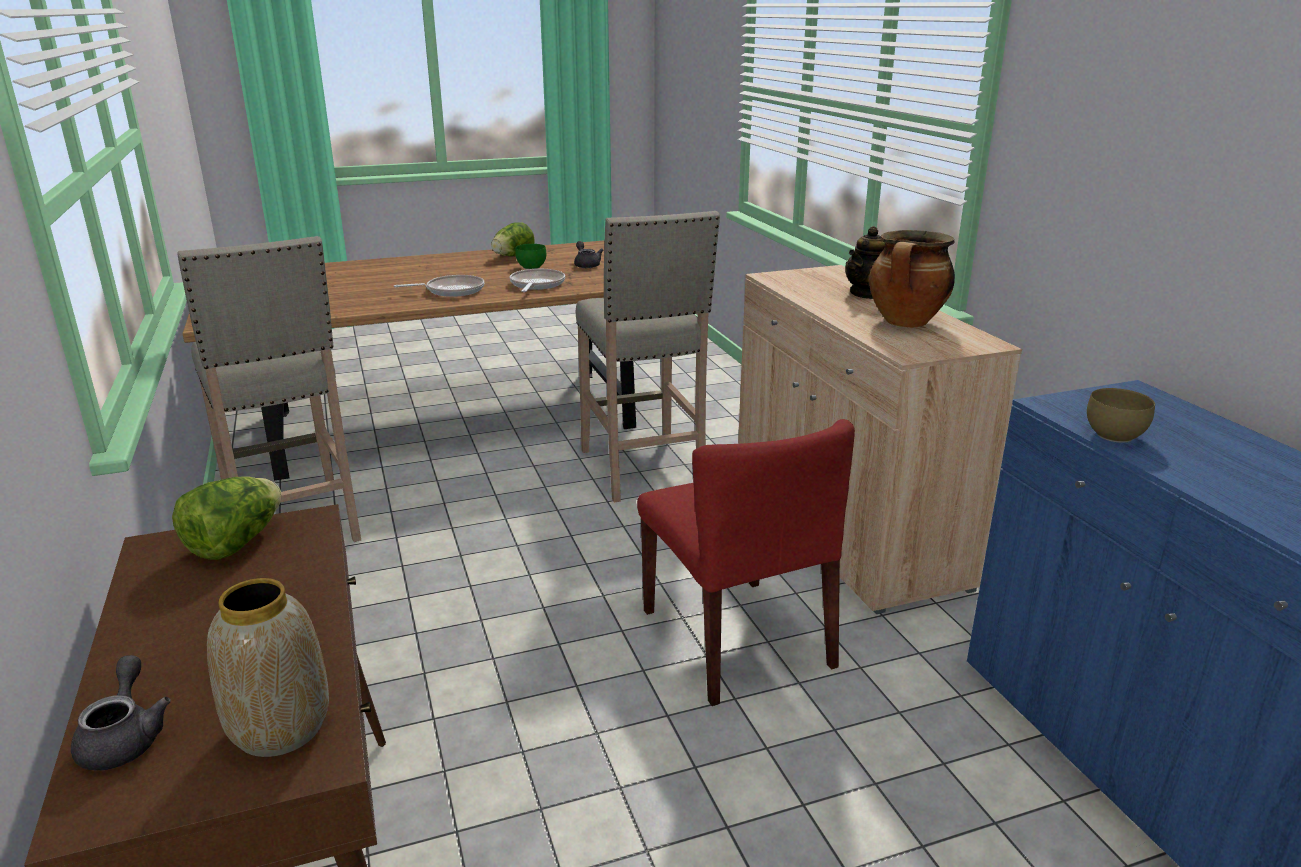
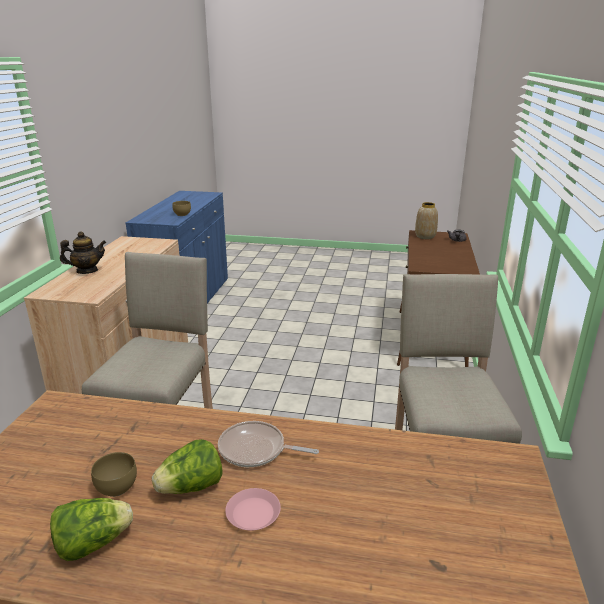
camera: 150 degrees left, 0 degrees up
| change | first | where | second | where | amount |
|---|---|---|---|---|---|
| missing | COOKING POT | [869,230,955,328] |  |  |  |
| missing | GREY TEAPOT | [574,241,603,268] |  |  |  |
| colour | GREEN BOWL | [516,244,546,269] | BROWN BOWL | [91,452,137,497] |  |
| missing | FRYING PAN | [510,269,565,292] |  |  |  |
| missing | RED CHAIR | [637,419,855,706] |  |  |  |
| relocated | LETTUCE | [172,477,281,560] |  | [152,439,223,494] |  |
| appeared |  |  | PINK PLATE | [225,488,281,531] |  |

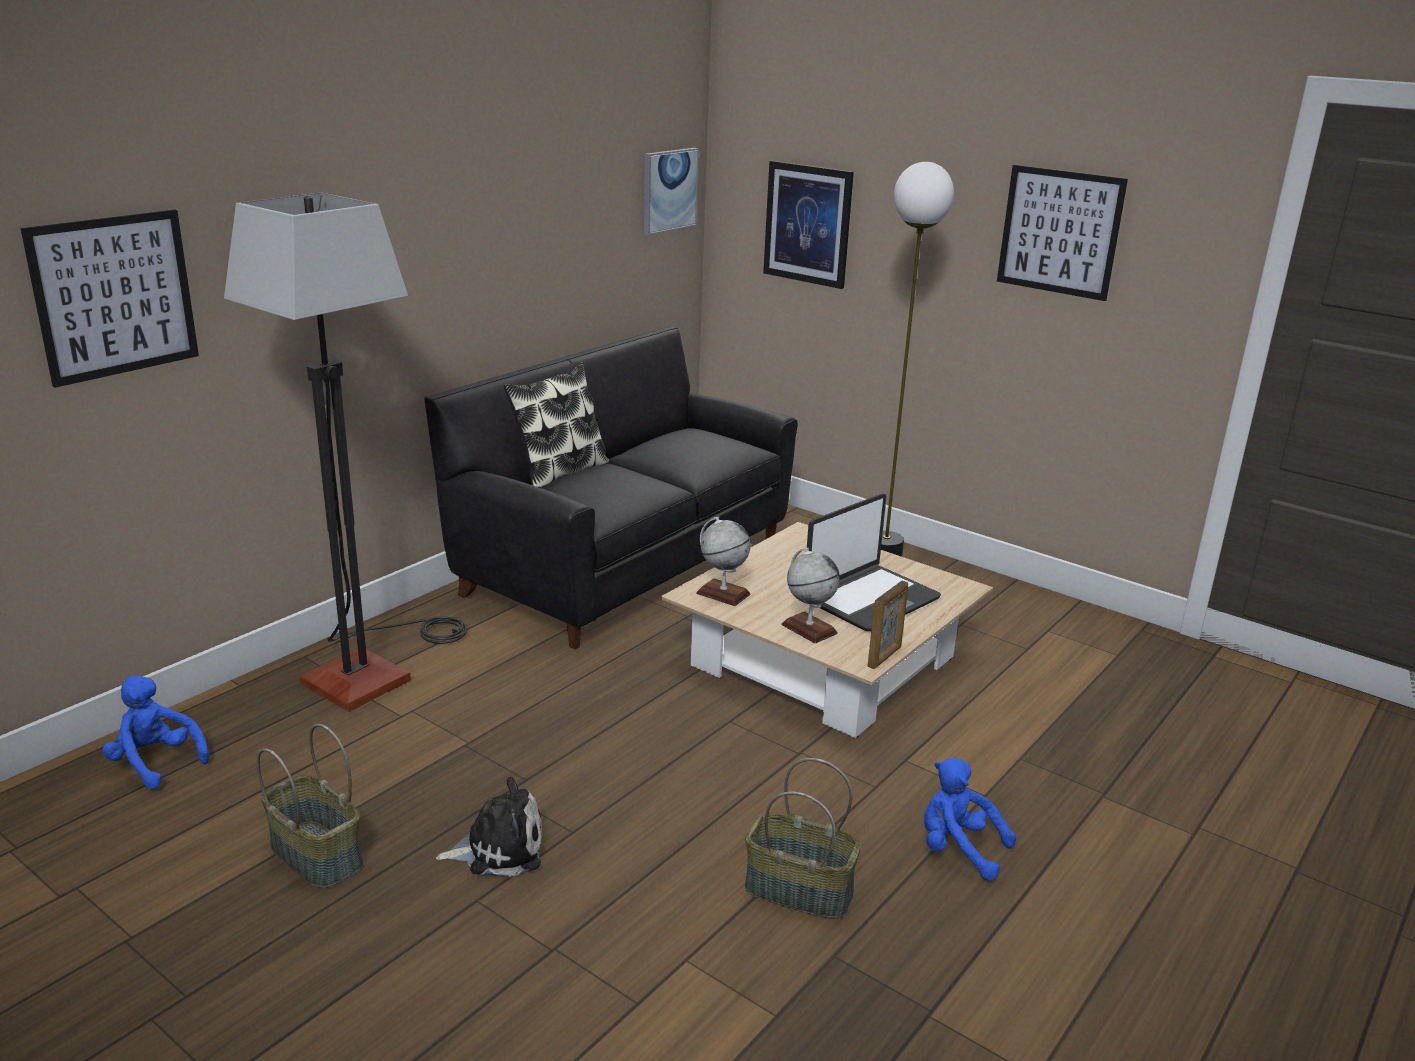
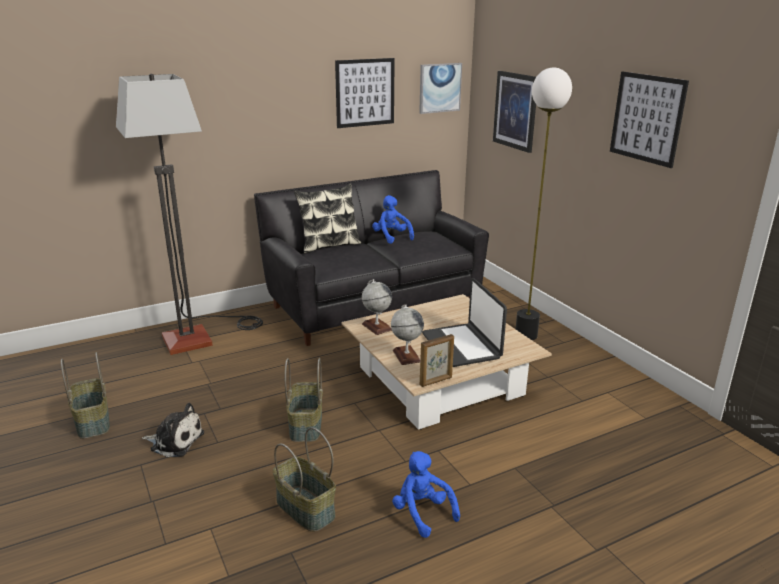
camera: 25 degrees right, 0 degrees up
| change | first | where | second | where | amount |
|---|---|---|---|---|---|
| relocated | PICTURE | [21,210,199,388] |  | [335,58,395,128] |  |
| spun | LAPTOP | [807,494,941,631] |  | [422,278,507,367] | 90 degrees clockwise |
| relocated | BLUE PLUSH TOY | [102,675,209,789] |  | [372,195,414,244] |  |
| appeared |  |  | BASKET | [285,358,323,442] |  |

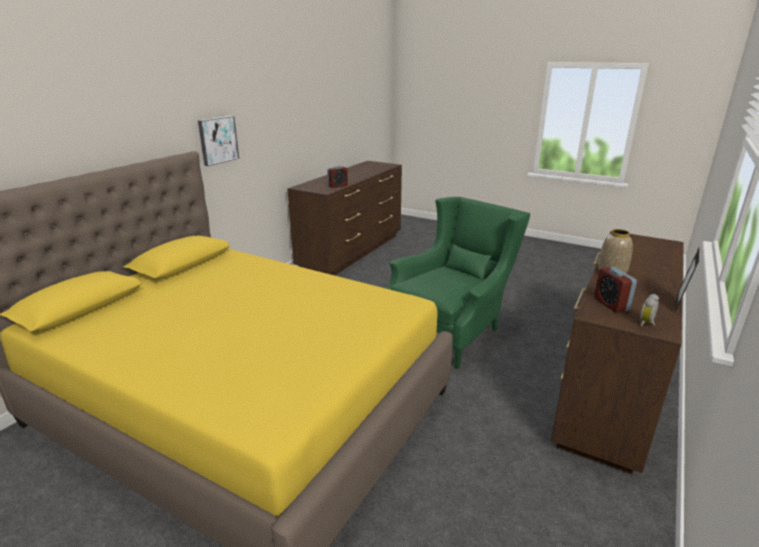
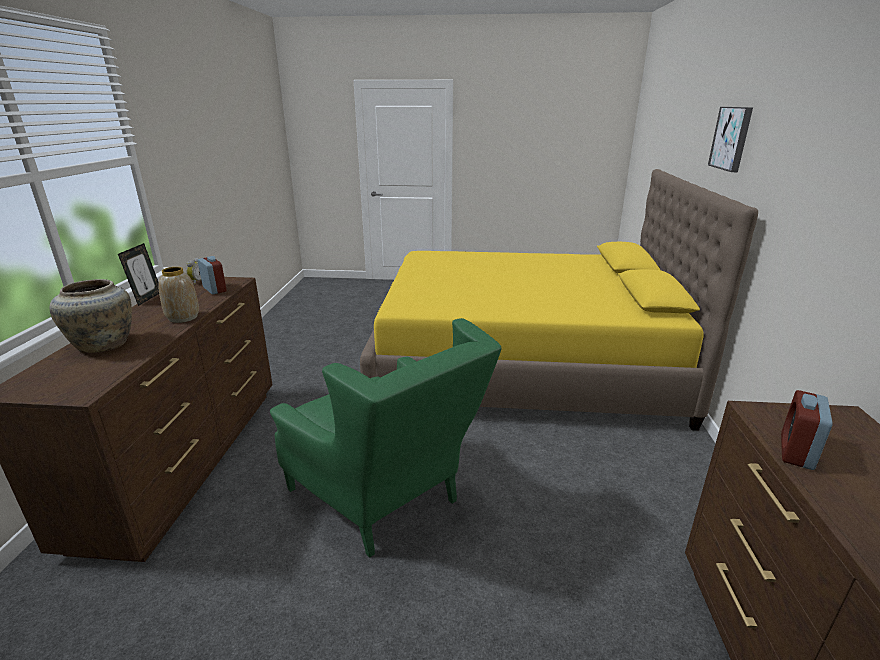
camera: 155 degrees right, 0 degrees up
| change | first | where | second | where | amount |
|---|---|---|---|---|---|
| relocated | PICTURE | [198,116,239,166] |  | [708,107,753,172] |  |
| spun | GREEN ARMCHAIR | [386,197,530,369] |  | [270,318,501,558] | 60 degrees counterclockwise |
| appeared |  |  | BEIGE VASE | [49,279,132,353] |  |

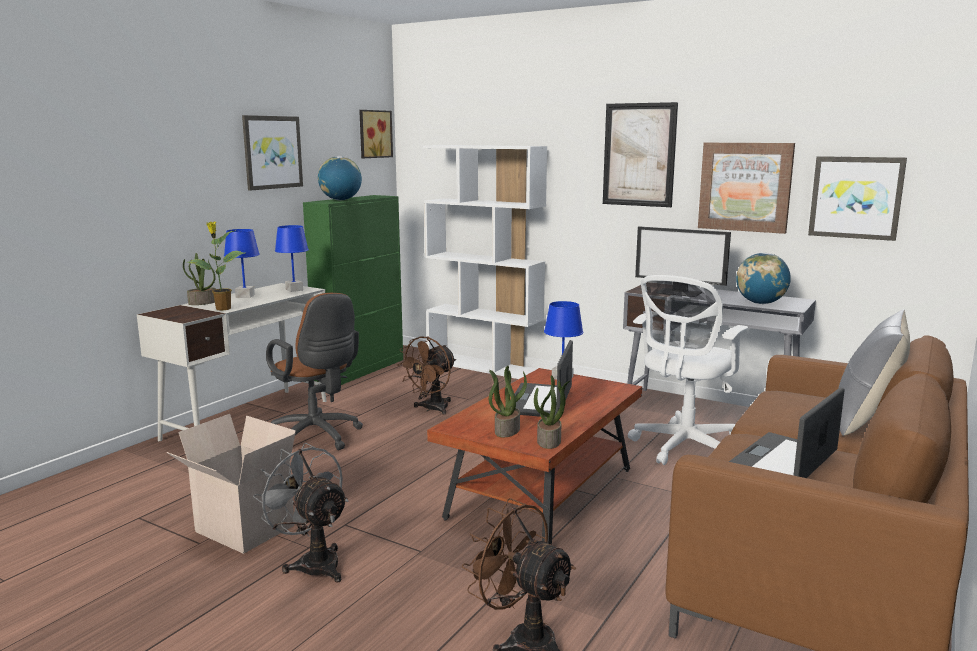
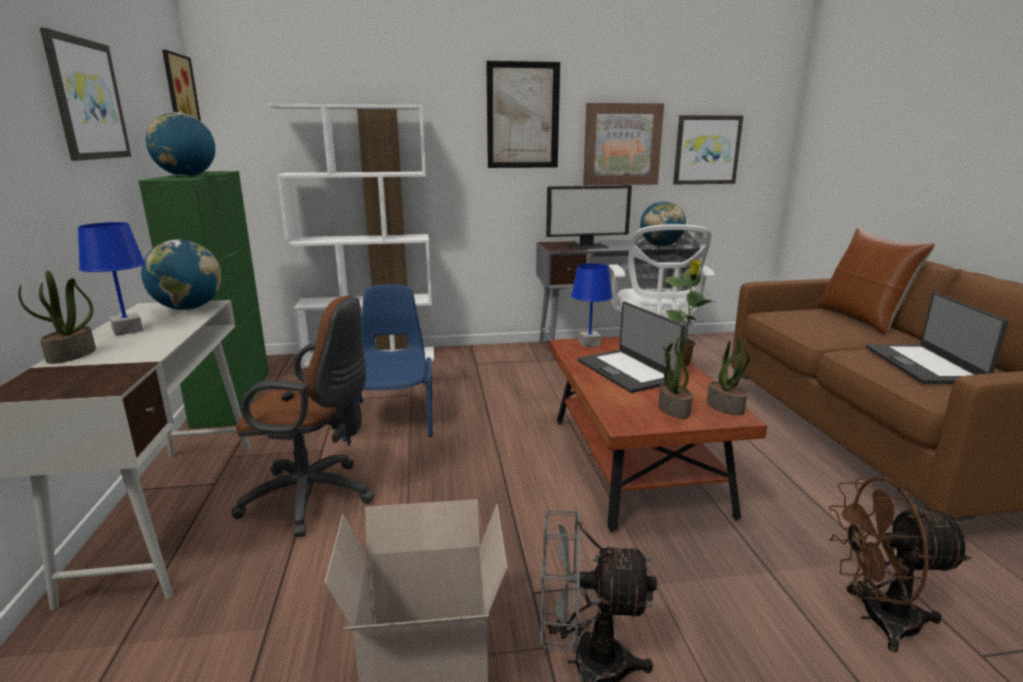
camera: 40 degrees left, 5 degrees up
| change | first | where | second | where | amount |
|---|---|---|---|---|---|
| relocated | POTTED PLANT | [187,222,244,311] |  | [662,259,714,366] |  |
| exchanged | BLUE TABLE LAMP | [275,225,309,292] | GLOBE | [141,239,221,310] |  |
| colour | GREY PILLOW | [839,309,910,436] | BROWN PILLOW | [817,228,935,334] |  |
| exchanged | BROWN FAN | [397,336,456,415] | BLUE CHAIR | [342,284,433,441] |  |

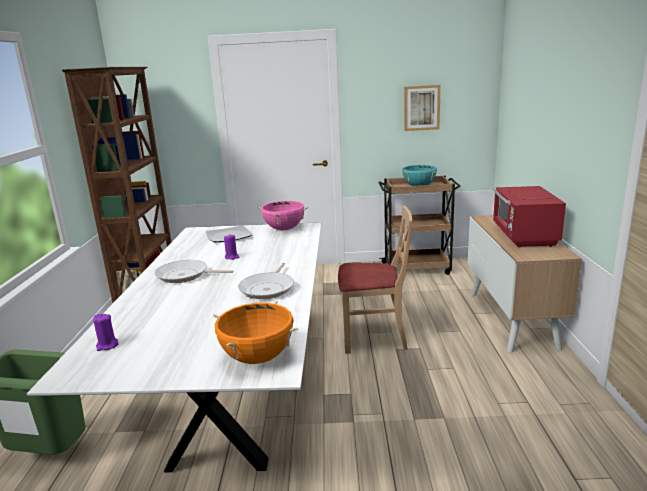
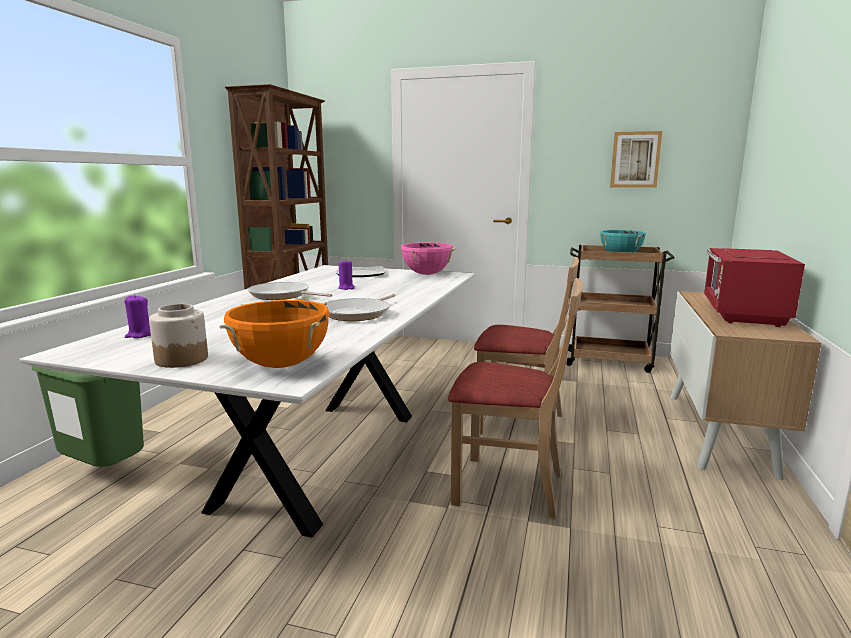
camera: 15 degrees right, 5 degrees down
| change | first | where | second | where | amount |
|---|---|---|---|---|---|
| appeared |  |  | BEIGE CHAIR | [448,278,583,519] |  |
| appeared |  |  | JAR | [149,304,208,368] |  |

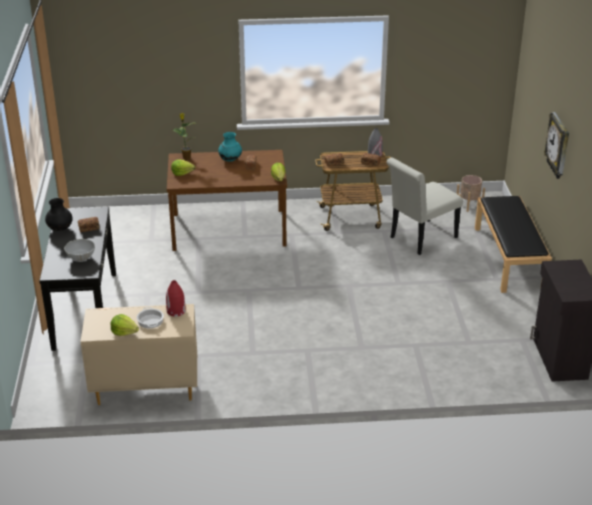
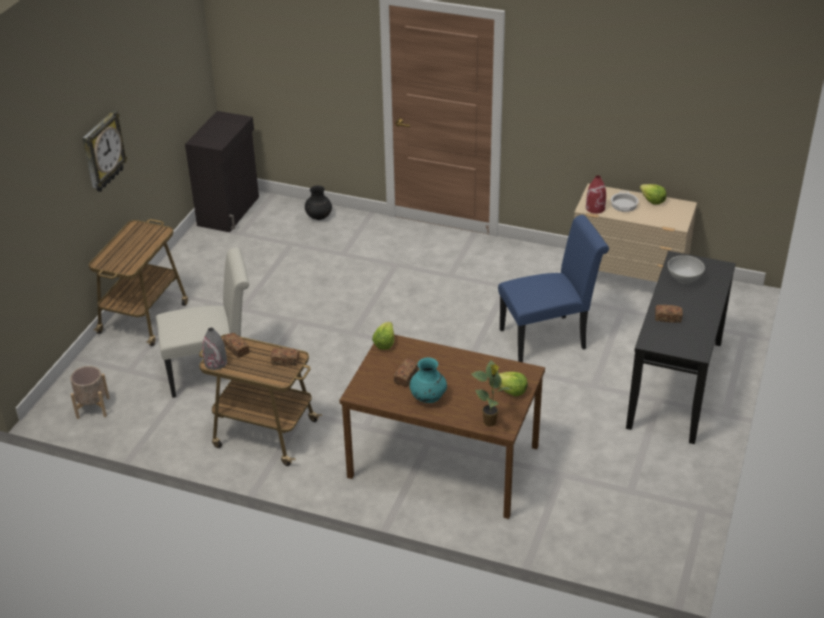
camera: 155 degrees left, 5 degrees up
| change | first | where | second | where | amount |
|---|---|---|---|---|---|
| exchanged | BLACK BENCH | [475,196,552,293] | CART | [89,219,188,346] |  |
| relocated | BLACK VASE | [45,198,73,231] |  | [305,185,332,220] |  |
| appeared |  |  | BLUE CHAIR | [498,215,609,362] |  |

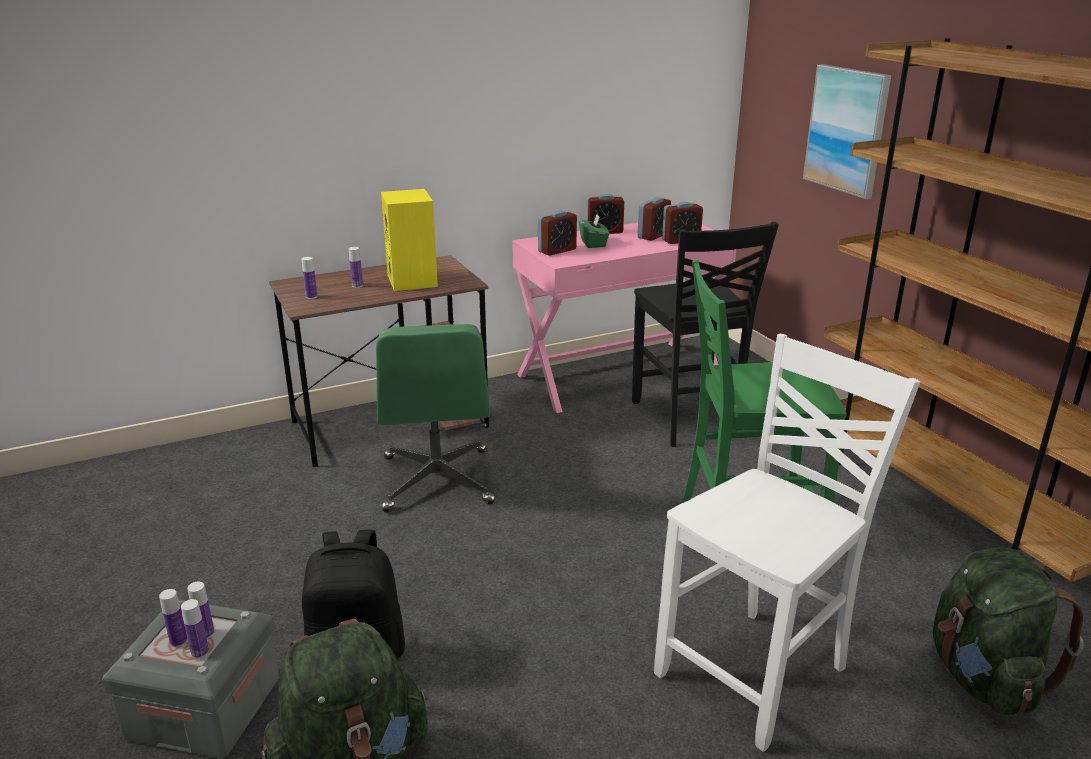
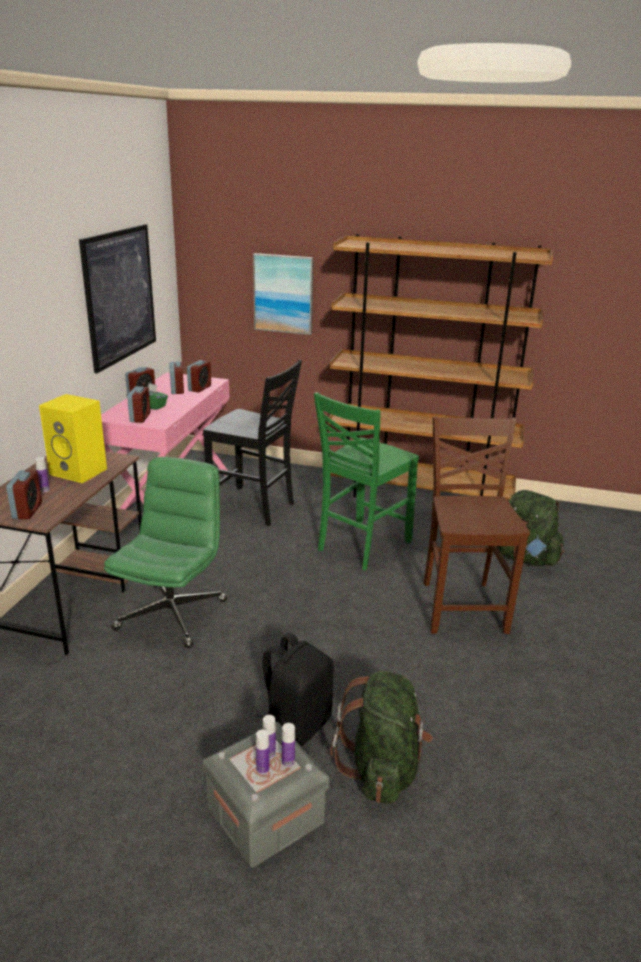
camera: 50 degrees left, 0 degrees up
| change | first | where | second | where | amount |
|---|---|---|---|---|---|
| exchanged | BOTTLE | [301,257,317,299] | ALARM CLOCK | [6,470,42,519] |  |
| spun | GREEN OFFICE CHAIR | [376,324,495,513] |  | [104,457,228,648] | 105 degrees counterclockwise |
| colour | WHITE CHAIR | [654,334,920,752] | BROWN CHAIR | [424,417,530,634] |  |
| appeared |  |  | PICTURE | [79,224,156,373] |  |

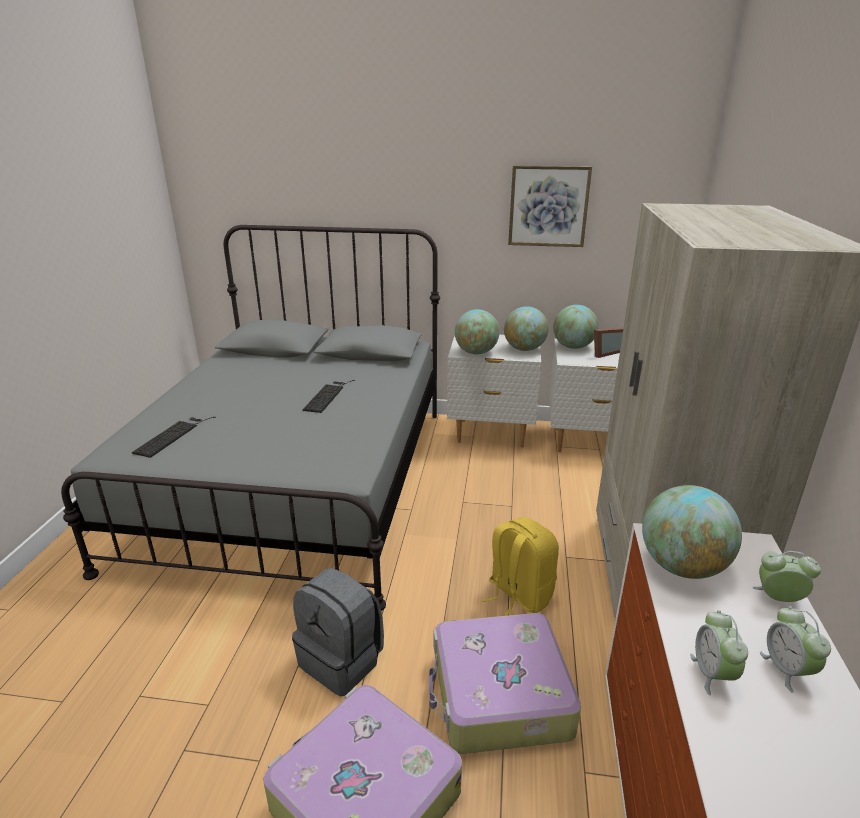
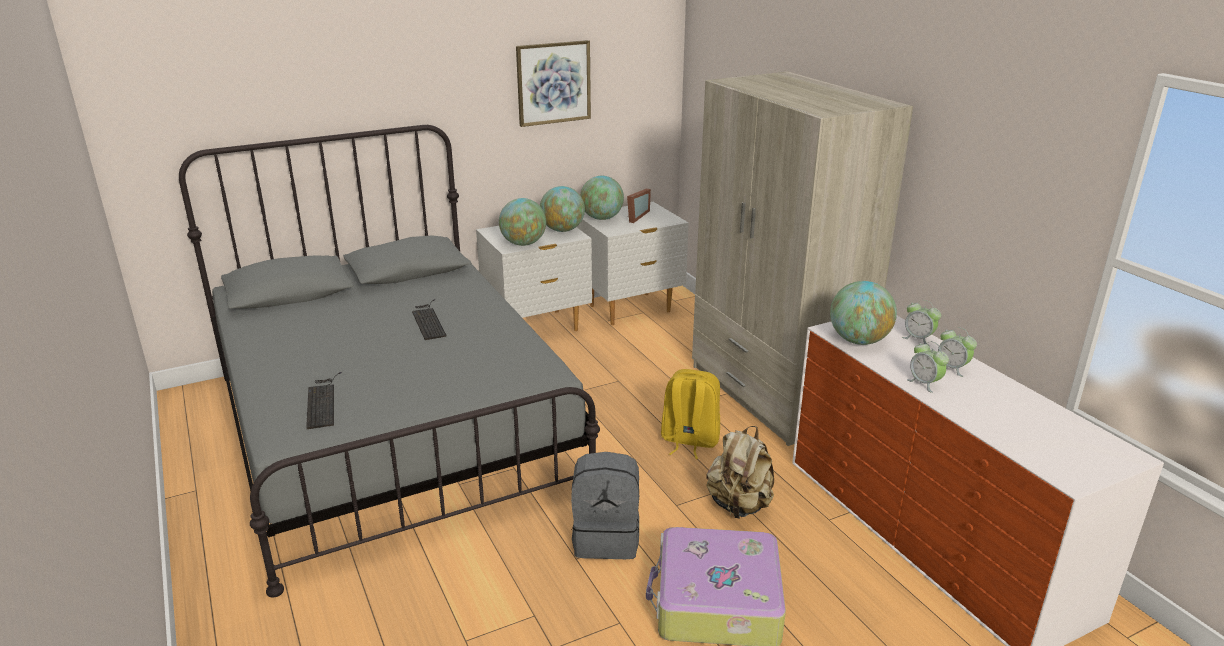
camera: 35 degrees left, 0 degrees up
| change | first | where | second | where | amount |
|---|---|---|---|---|---|
| spun | ALARM CLOCK | [753,551,821,602] |  | [902,300,941,346] | 120 degrees counterclockwise |
| exchanged | SUITCASE | [429,613,581,754] | BEIGE BACKPACK | [706,426,774,519] |  |

